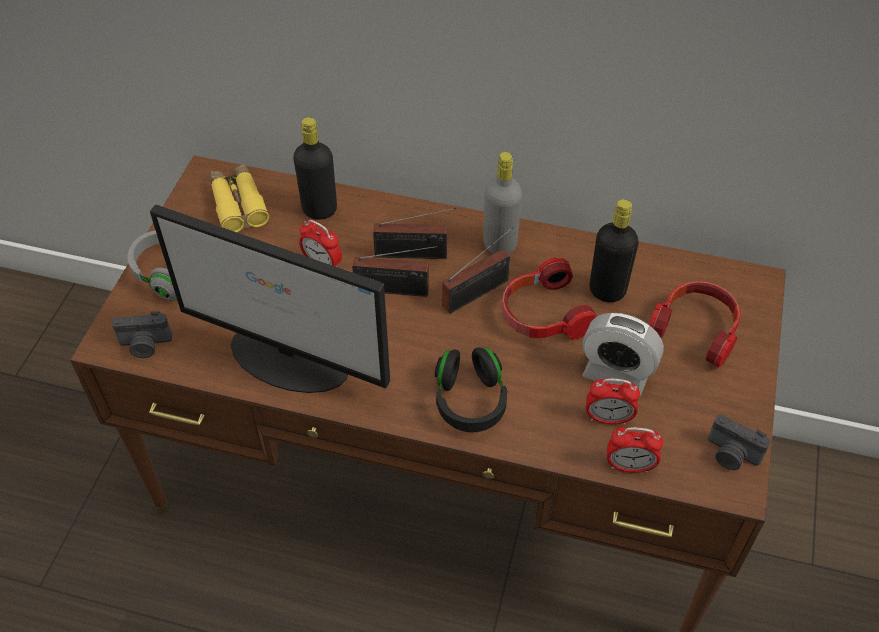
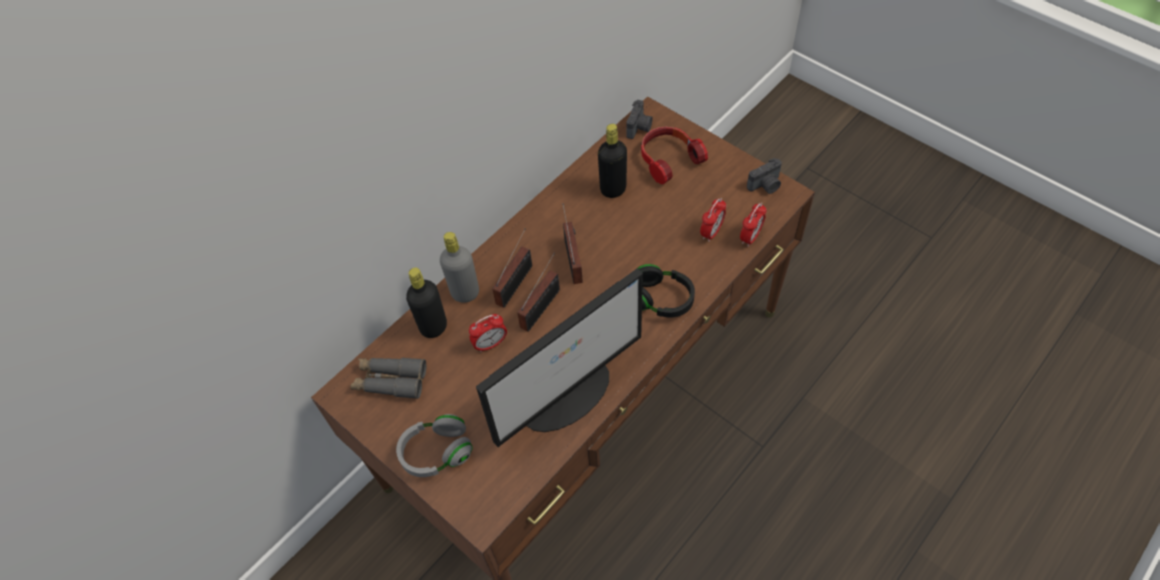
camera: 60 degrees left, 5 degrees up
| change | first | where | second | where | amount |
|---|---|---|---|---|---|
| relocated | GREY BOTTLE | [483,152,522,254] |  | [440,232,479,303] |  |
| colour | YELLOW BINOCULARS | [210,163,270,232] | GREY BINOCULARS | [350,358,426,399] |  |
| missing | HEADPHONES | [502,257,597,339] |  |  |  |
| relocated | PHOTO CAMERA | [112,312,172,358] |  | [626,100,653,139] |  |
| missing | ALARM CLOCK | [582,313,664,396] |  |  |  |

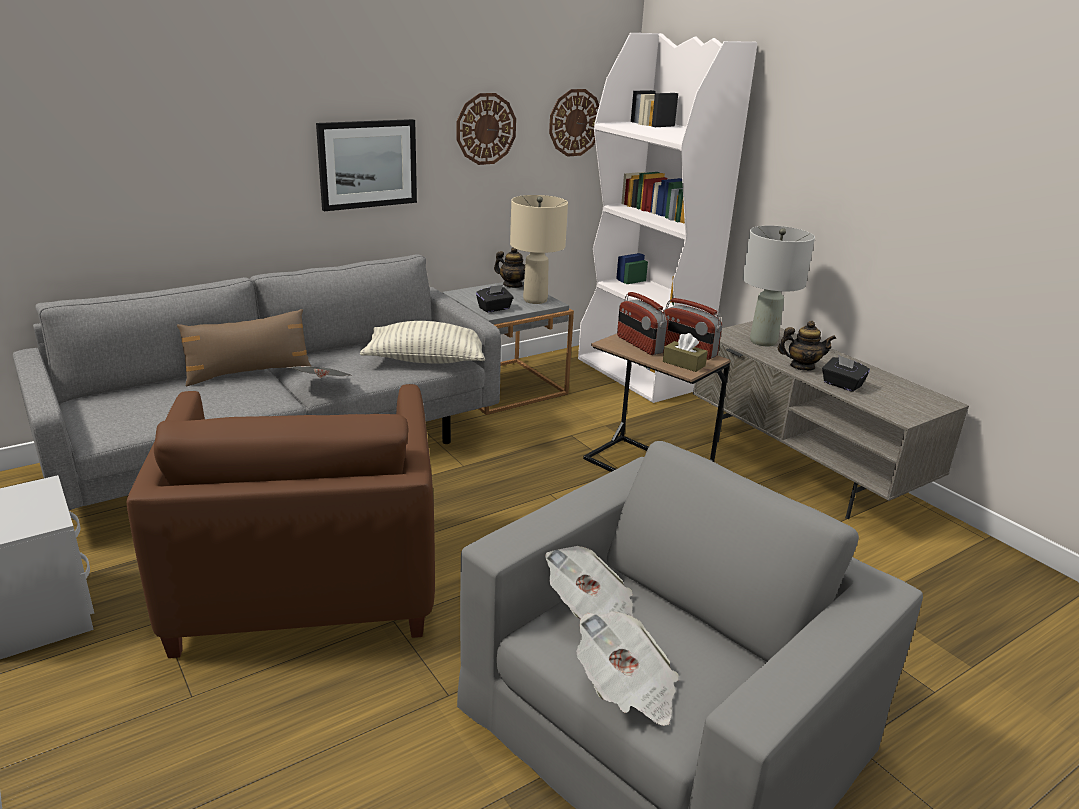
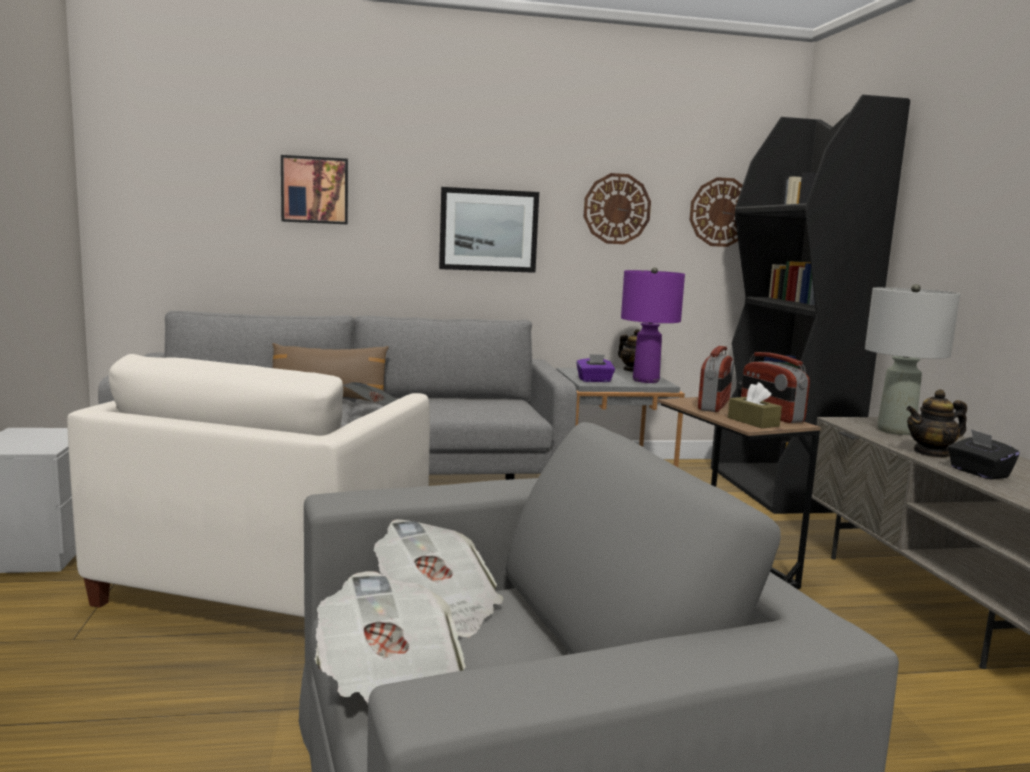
camera: 25 degrees right, 15 degrees down
| change | first | where | second | where | amount |
|---|---|---|---|---|---|
| colour | WHITE BOOKCASE | [578,33,757,403] | BLACK BOOKCASE | [711,95,910,514] |  |
| colour | BEIGE TABLE LAMP | [510,195,568,304] | PURPLE TABLE LAMP | [621,267,685,383] |  |
| colour | BLACK TISSUE BOX | [476,285,513,313] | PURPLE TISSUE BOX | [576,354,615,382] |  |
| spun | RADIO | [617,292,669,355] |  | [698,346,734,412] | 150 degrees counterclockwise |
| missing | PILLOW | [360,321,485,364] |  |  |  |
| spun | TEAPOT | [778,321,836,371] |  | [906,389,967,458] | 135 degrees clockwise |
| colour | BROWN ARMCHAIR | [127,384,435,658] | WHITE ARMCHAIR | [67,354,430,617] |  |
| appeared |  |  | PICTURE | [281,155,348,225] |  |

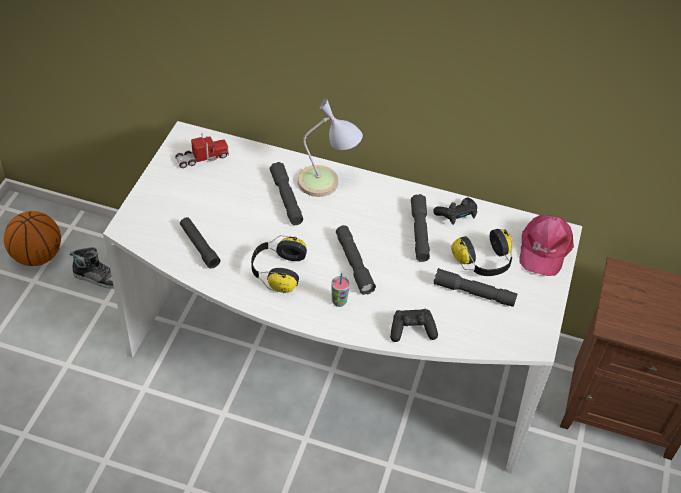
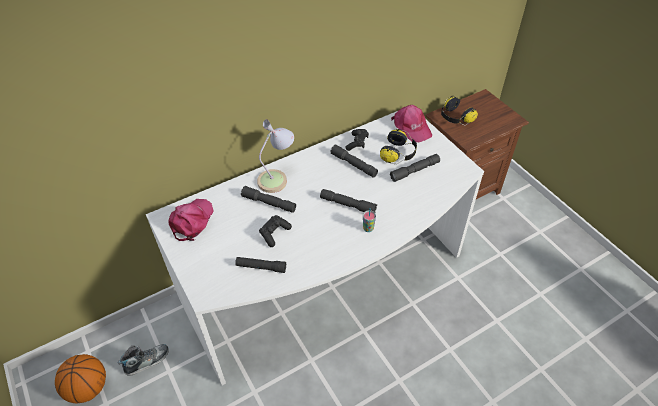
camera: 45 degrees left, 0 degrees up
| change | first | where | second | where | amount |
|---|---|---|---|---|---|
| exchanged | TOY TRUCK | [175,133,229,168] | PINK CAP | [168,199,214,241] |  |
| relocated | HEADPHONES | [251,235,307,293] |  | [441,96,478,125] |  |
| relocated | BLACK GAME CONTROLLER | [390,309,438,342] |  | [259,215,292,247] |  |

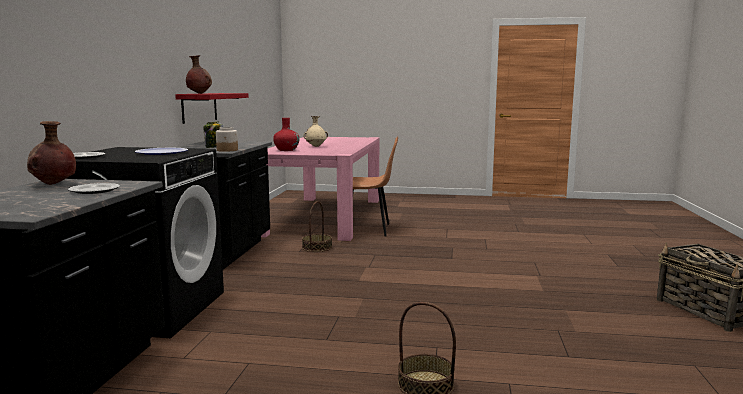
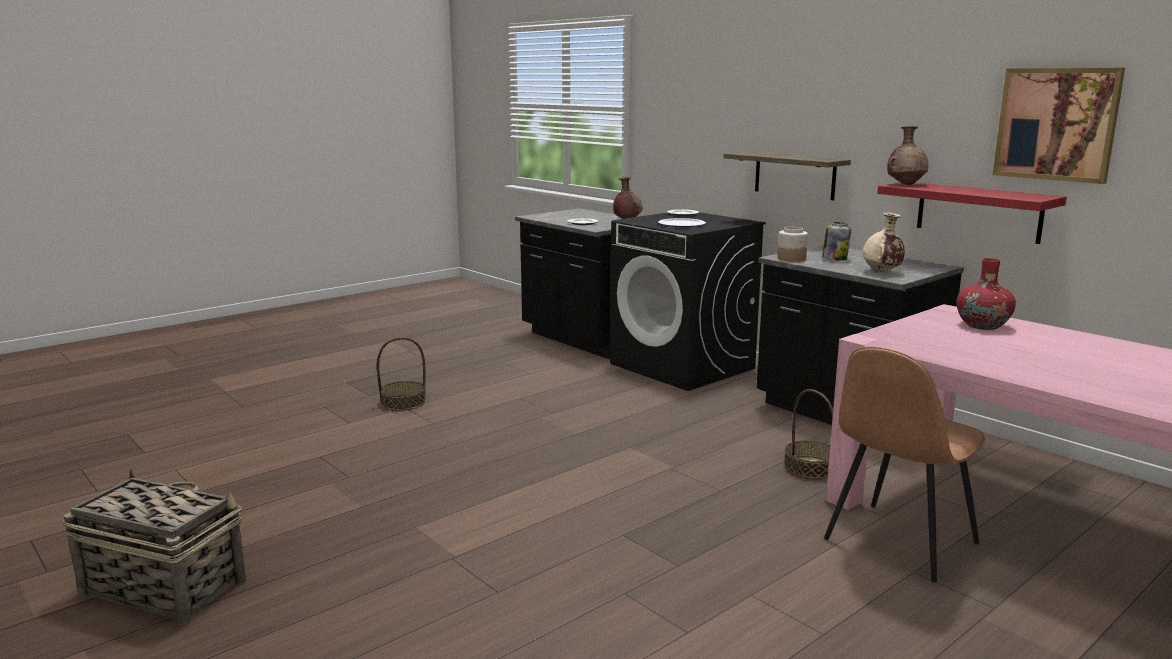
camera: 130 degrees right, 5 degrees up
| change | first | where | second | where | amount |
|---|---|---|---|---|---|
| relocated | BEIGE VASE | [303,116,328,147] |  | [862,212,905,272] |  |
| appeared |  |  | PICTURE | [993,68,1125,184] |  |
| appeared |  |  | SHELF | [724,152,851,200] |  |

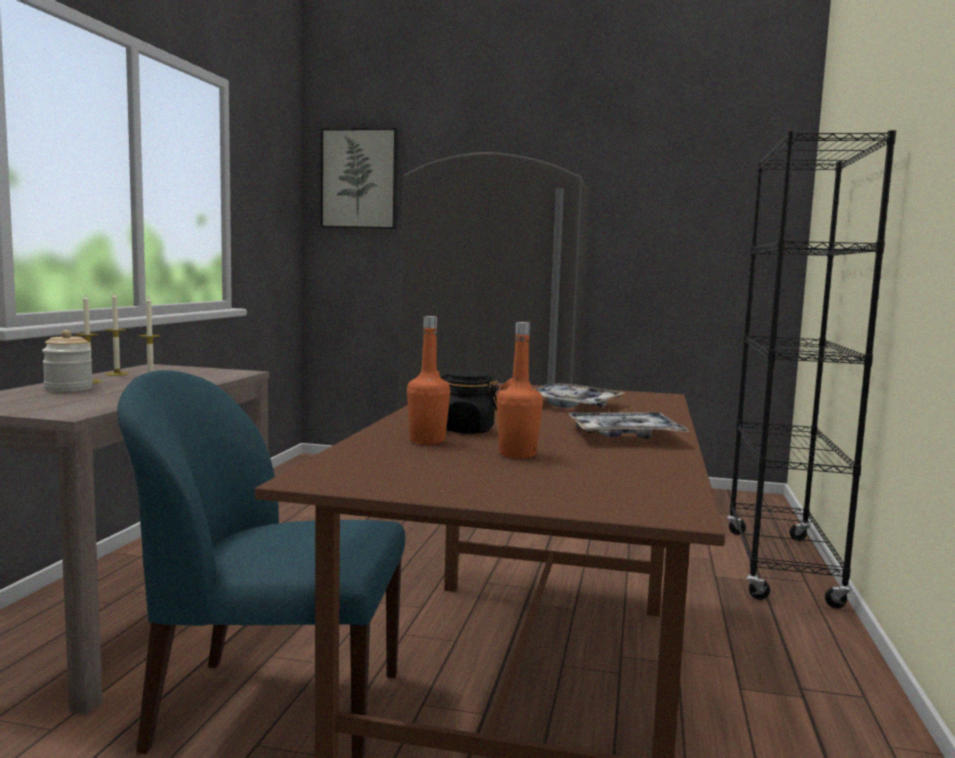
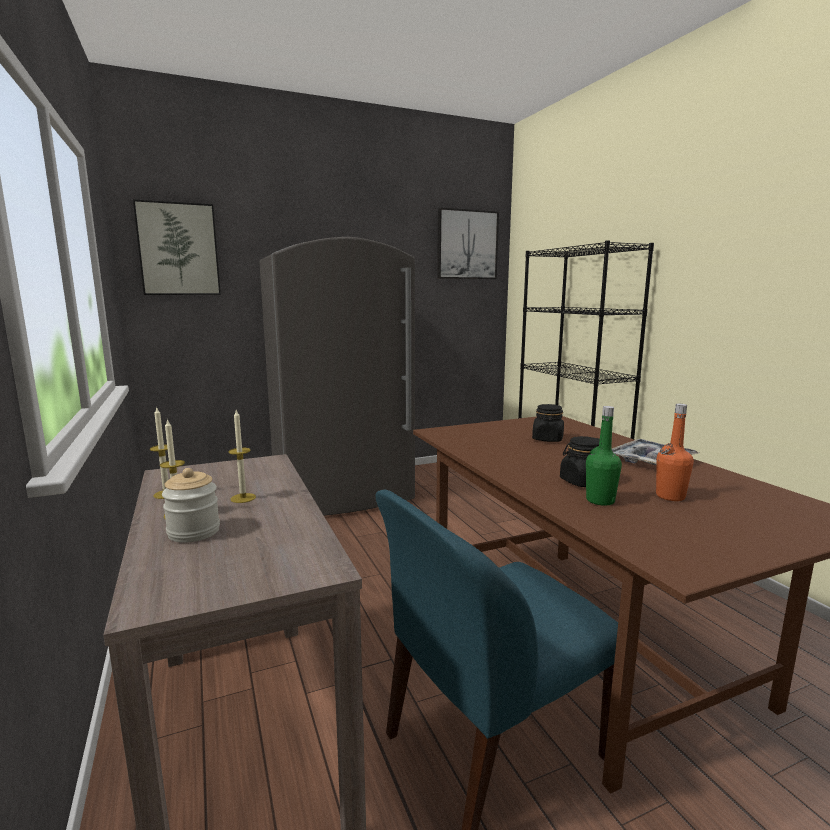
camera: 35 degrees left, 5 degrees up
| change | first | where | second | where | amount |
|---|---|---|---|---|---|
| colour | ORANGE BOTTLE | [407,316,450,444] | GREEN BOTTLE | [586,406,622,506] |  |
| exchanged | TRAY | [534,383,624,408] | BLACK JAR | [532,404,564,442] |  |
| appeared |  |  | PICTURE | [437,208,499,279] |  |

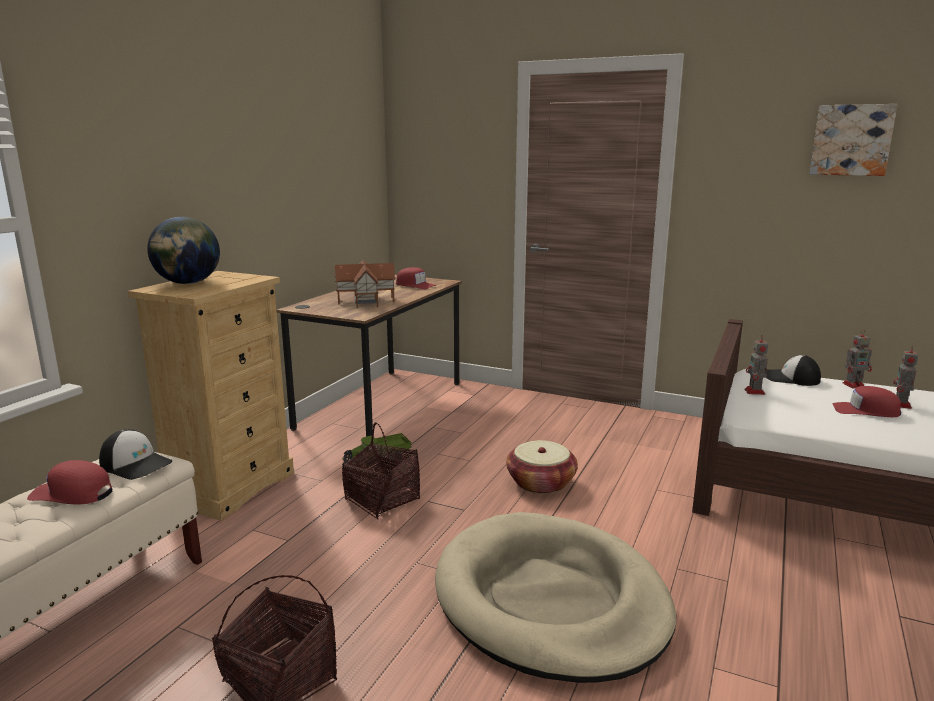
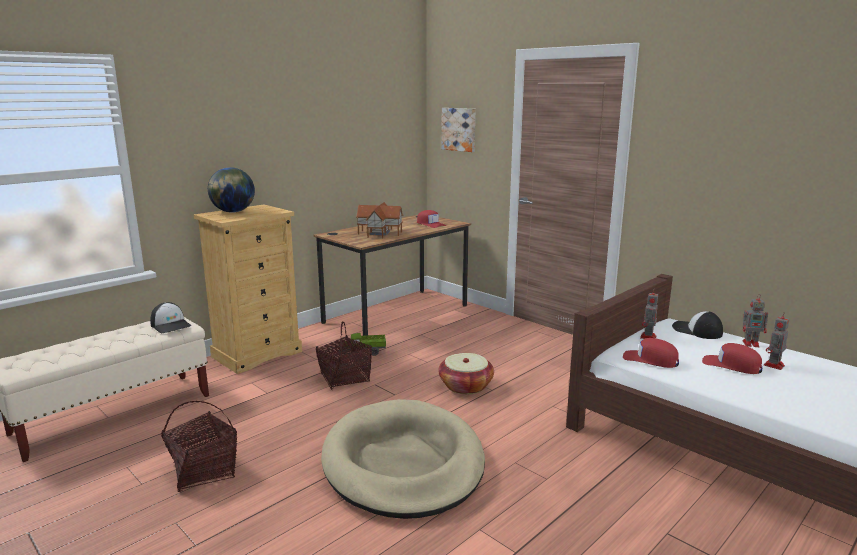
camera: 20 degrees right, 0 degrees up
| change | first | where | second | where | amount |
|---|---|---|---|---|---|
| relocated | PICTURE | [810,104,897,176] |  | [441,108,475,152] |  |
| relocated | RED CAP | [27,460,112,504] |  | [623,338,679,368] |  |

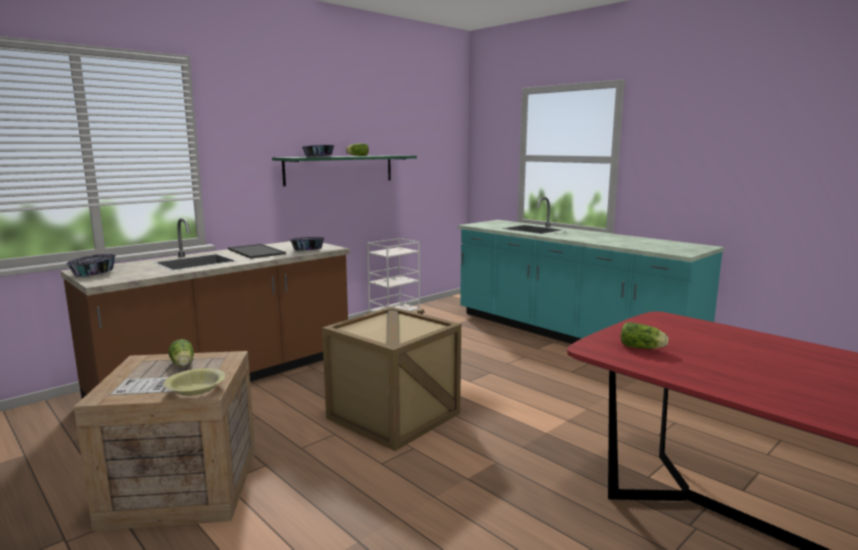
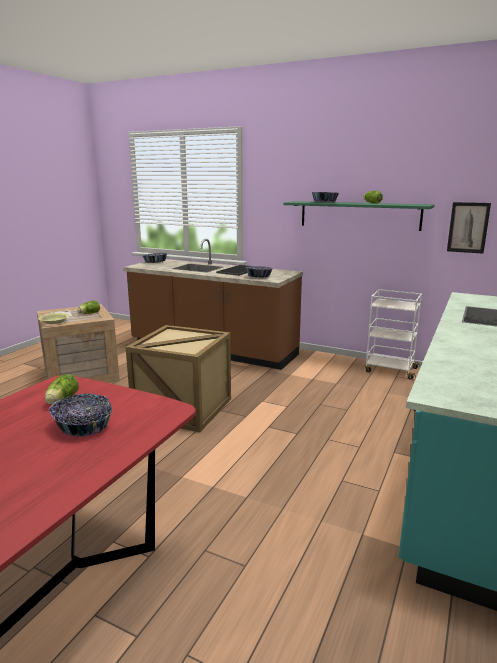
camera: 70 degrees right, 5 degrees up
| change | first | where | second | where | amount |
|---|---|---|---|---|---|
| appeared |  |  | PICTURE | [447,202,491,254] |  |
| appeared |  |  | BOWL | [49,393,112,437] |  |

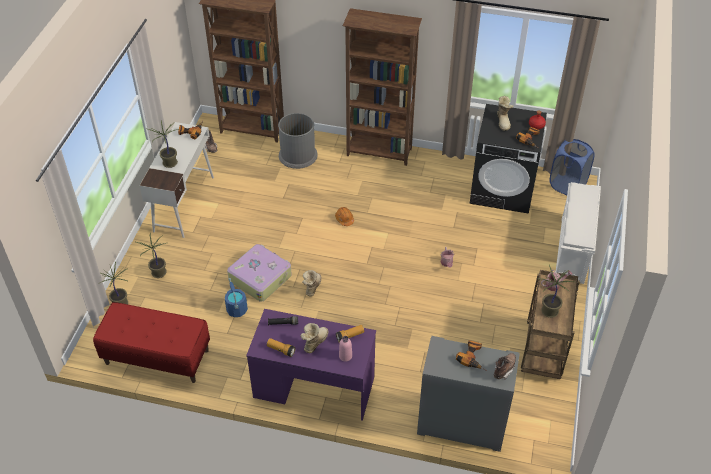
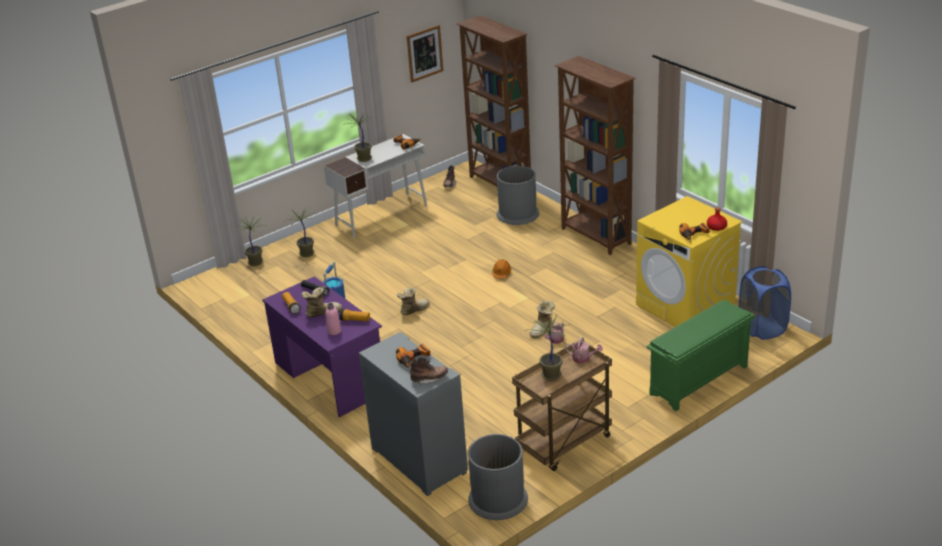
camera: 40 degrees right, 15 degrees down
| change | first | where | second | where | amount |
|---|---|---|---|---|---|
| relocated | BOOT | [497,95,514,131] |  | [529,301,555,338] |  |
| colour | BLACK WASHING MACHINE | [470,104,547,214] | YELLOW WASHING MACHINE | [636,196,742,327] |  |
| colour | WHITE SHOE RACK | [556,182,601,284] | GREEN SHOE RACK | [646,299,754,411] |  |
| missing | SUITCASE | [227,244,292,302] |  |  |  |
| missing | RED BENCH | [93,302,210,383] |  |  |  |
| appeared |  |  | PICTURE | [407,25,443,82] |  |
| appeared |  |  | GREY TRASH CAN | [468,434,528,520] |  |

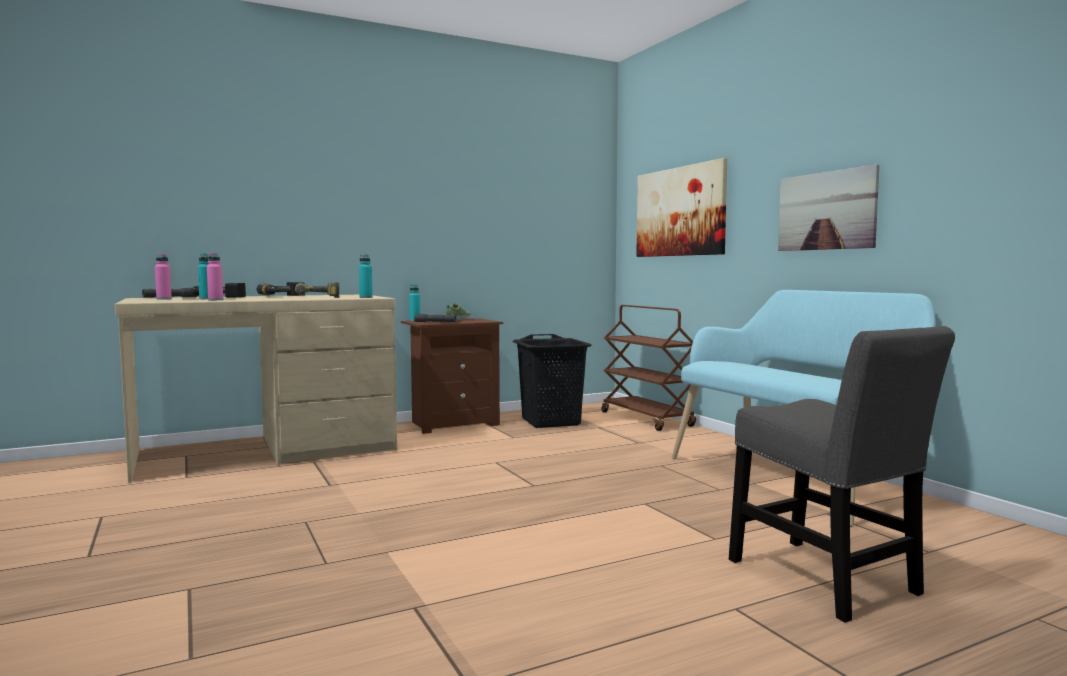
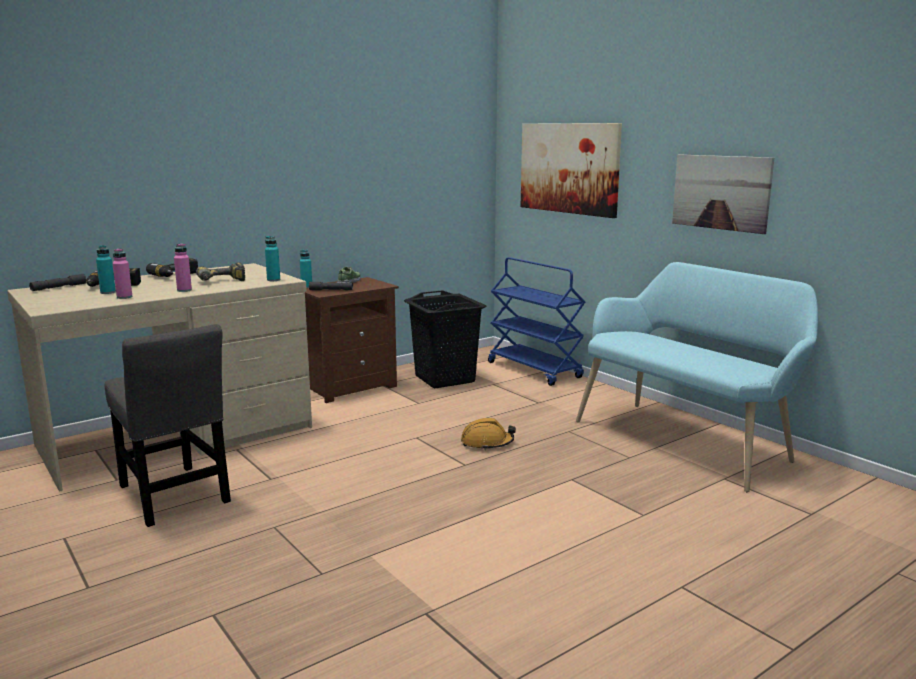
camera: 10 degrees left, 10 degrees up
| change | first | where | second | where | amount |
|---|---|---|---|---|---|
| relocated | PINK BOTTLE | [155,253,172,300] |  | [174,243,192,292] |  |
| colour | BROWN CART | [601,305,696,431] | BLUE CART | [488,257,585,386] |  |
| relocated | GREY CHAIR | [729,326,955,623] |  | [105,324,231,527] |  |
| appeared |  |  | ORANGE HARD HAT | [461,418,516,450] |  |

